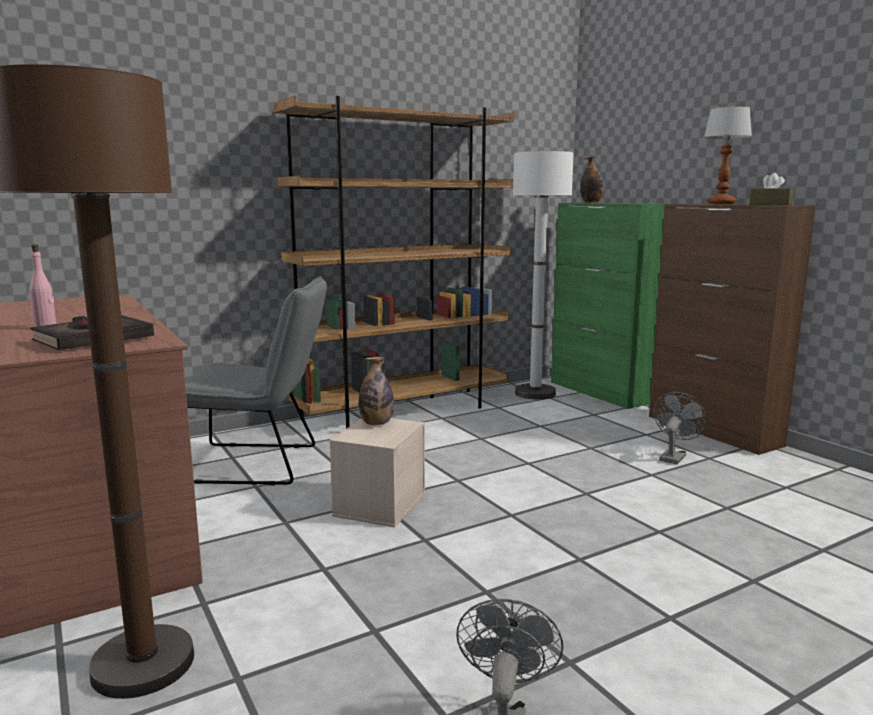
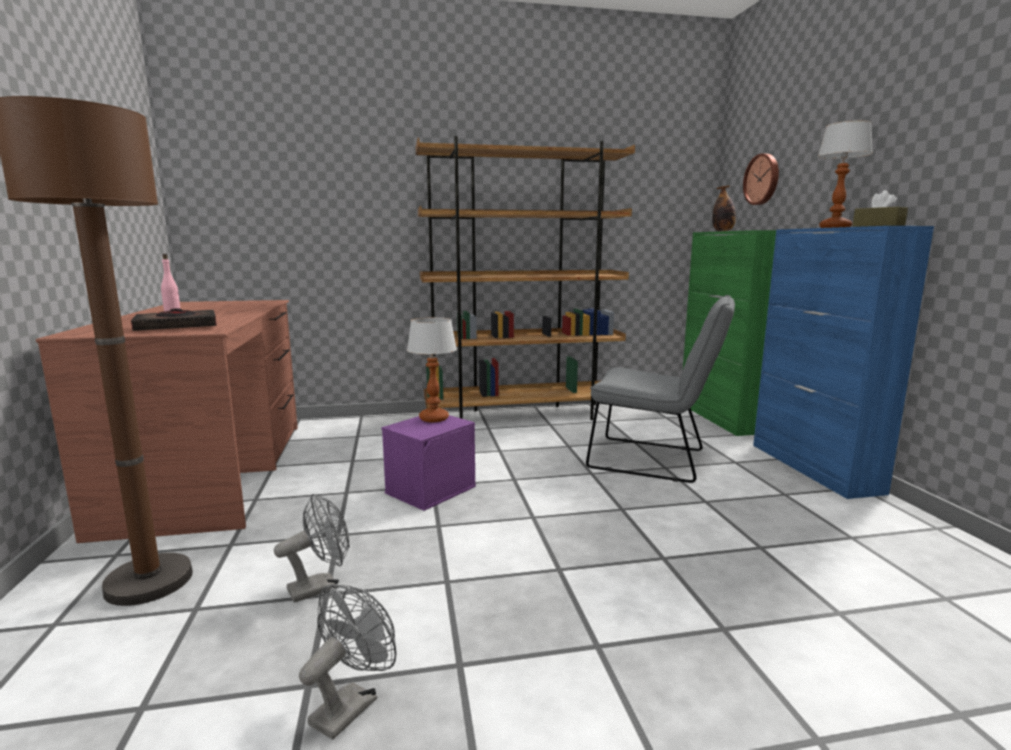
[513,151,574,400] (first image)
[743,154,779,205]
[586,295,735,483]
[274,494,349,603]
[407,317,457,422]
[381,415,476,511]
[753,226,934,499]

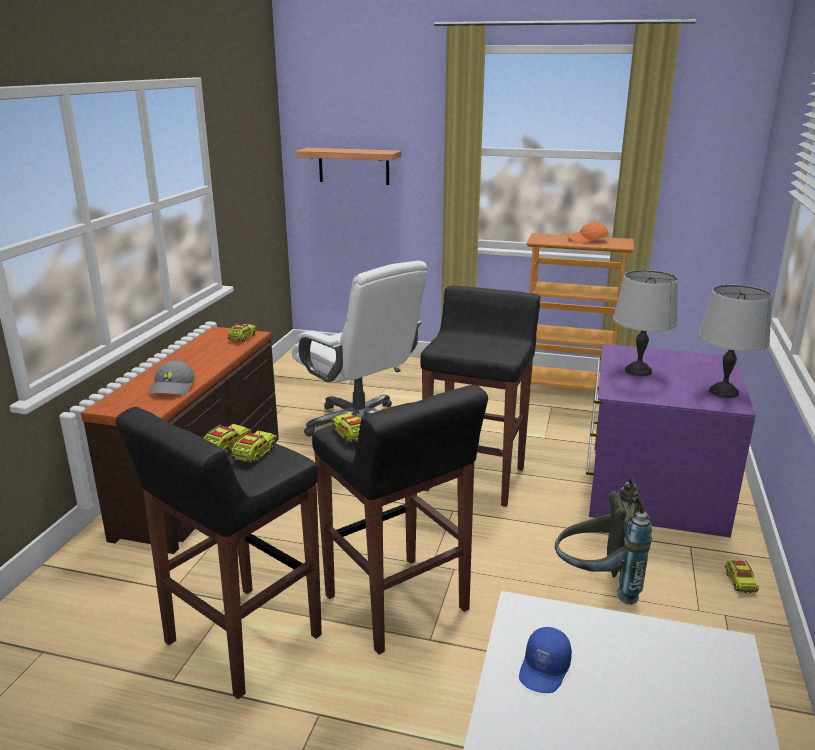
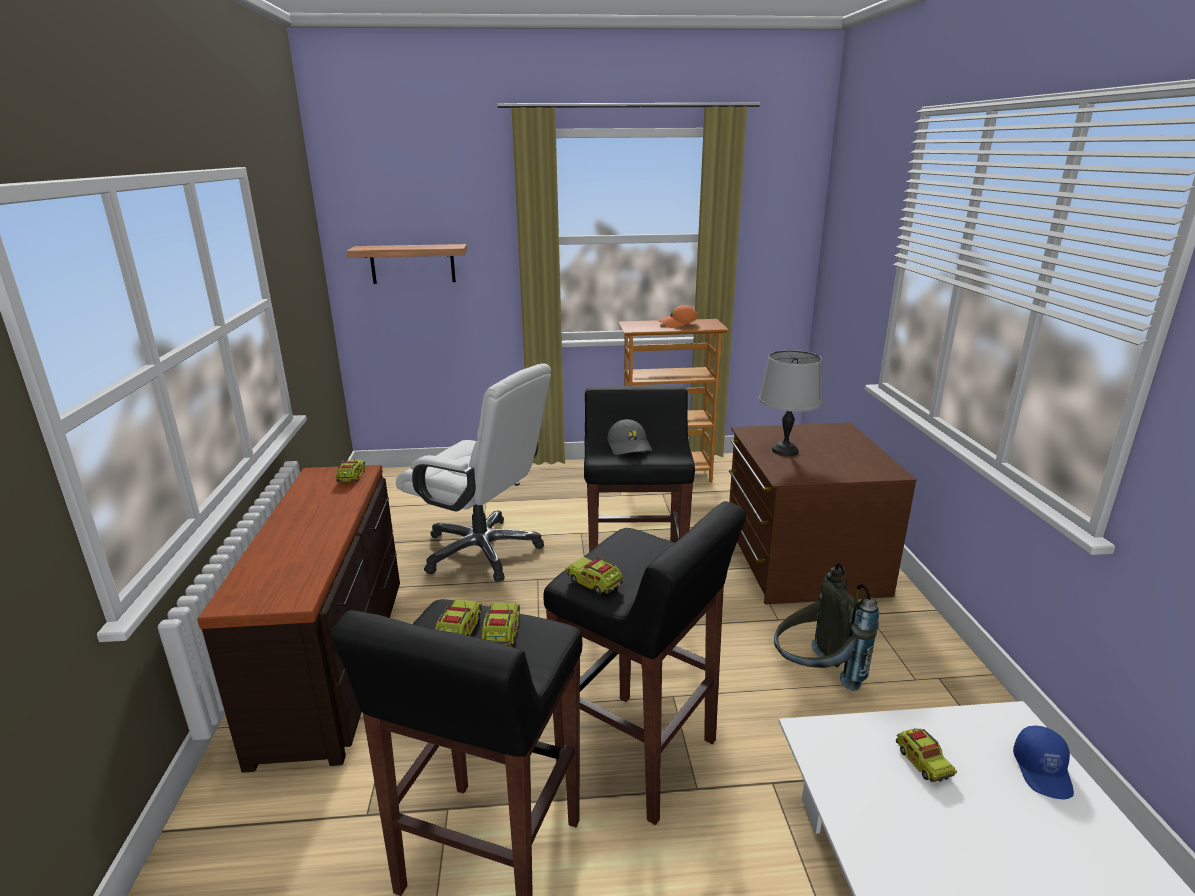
[698,285,772,398] (first image)
[607,419,652,455]
[1013,726,1074,799]
[896,728,957,782]
[729,422,917,605]

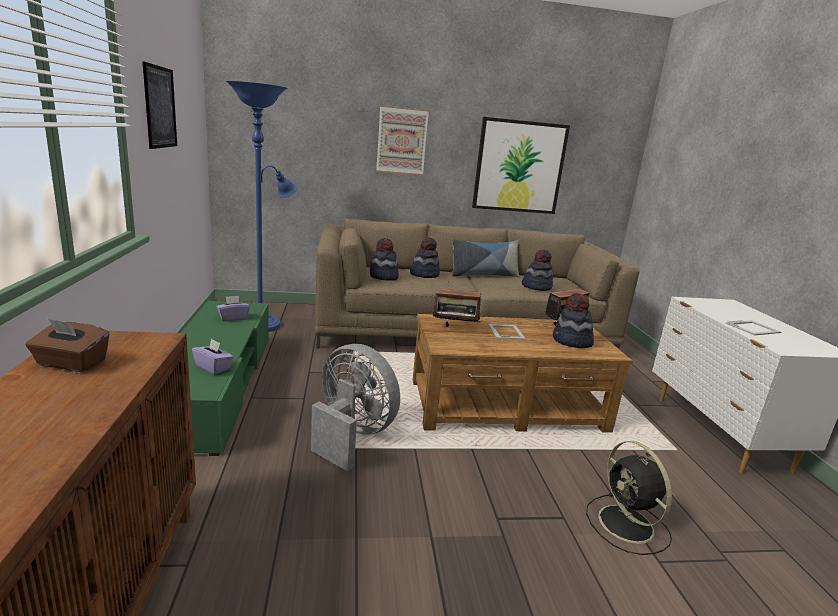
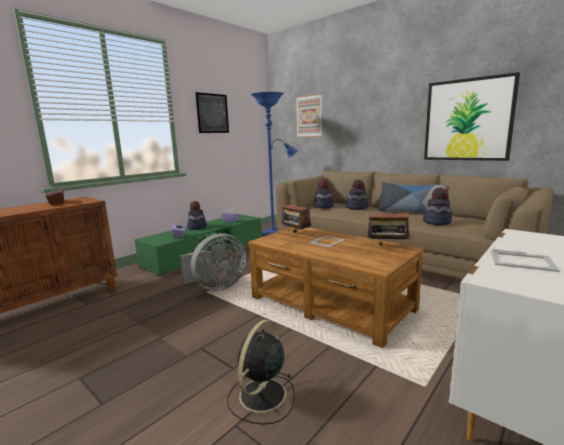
[296,94,322,137]
[187,201,207,230]
[180,233,246,291]

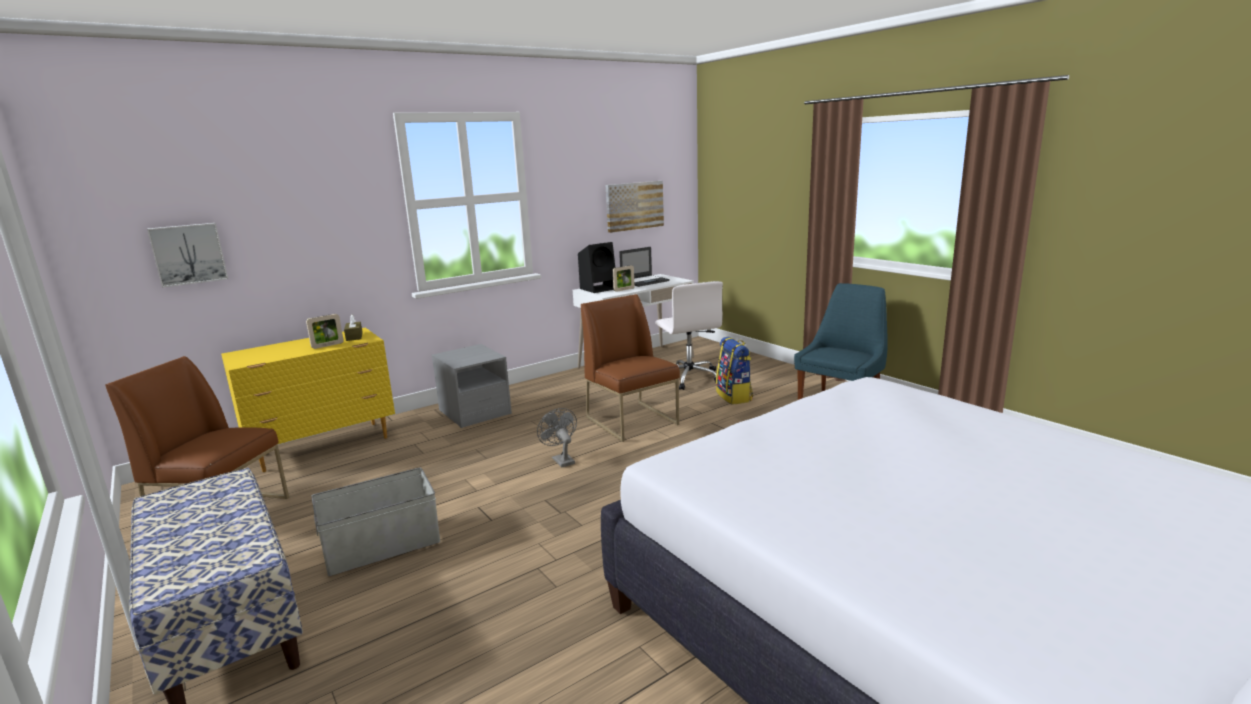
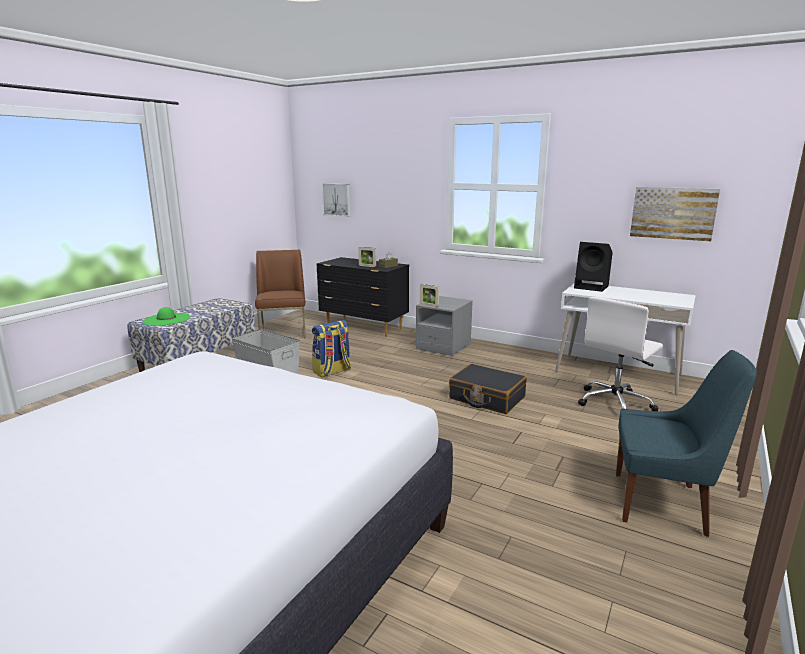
[537,408,577,467] (first image)
[619,247,670,287] (first image)
[143,307,190,326]
[420,284,439,307]
[312,320,351,377]
[449,364,527,414]
[316,257,409,337]

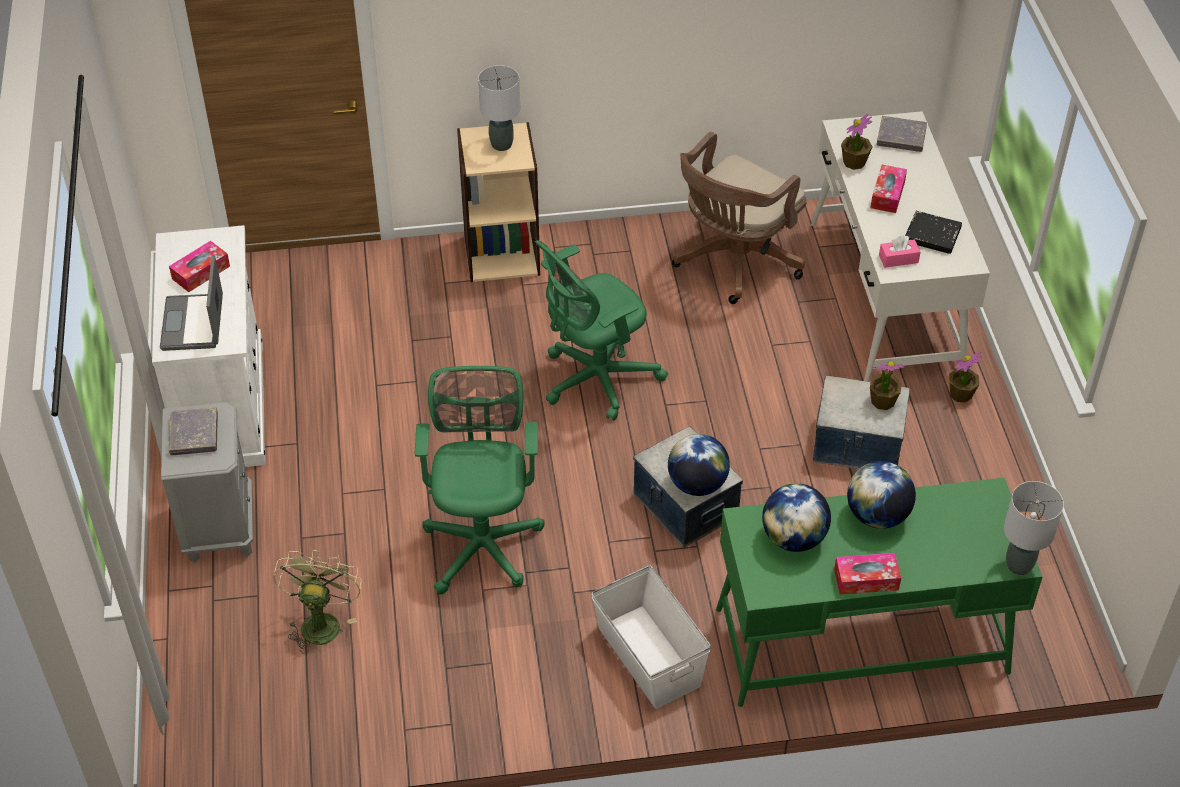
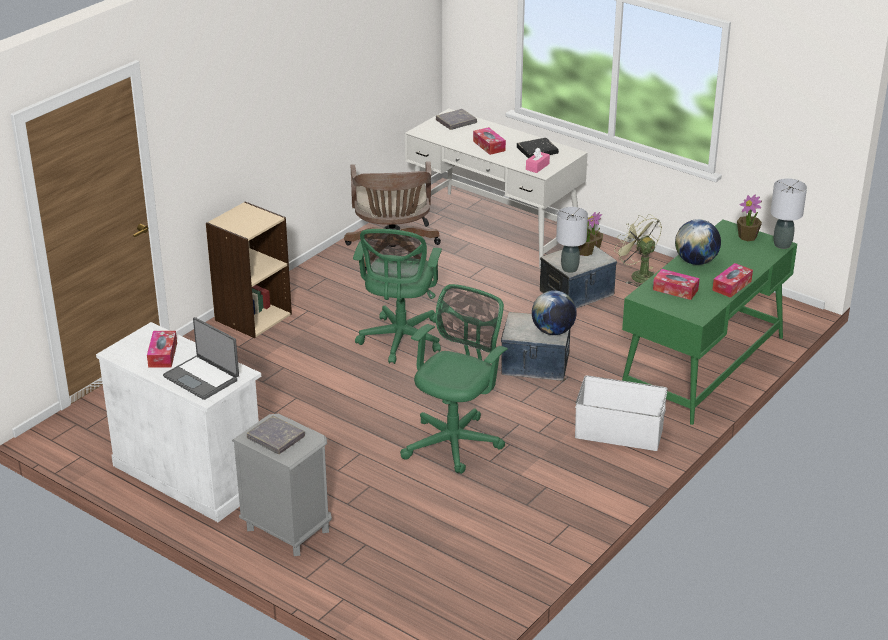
[614,214,662,287]
[556,207,588,273]
[737,194,762,241]
[653,269,700,300]
[400,284,508,474]

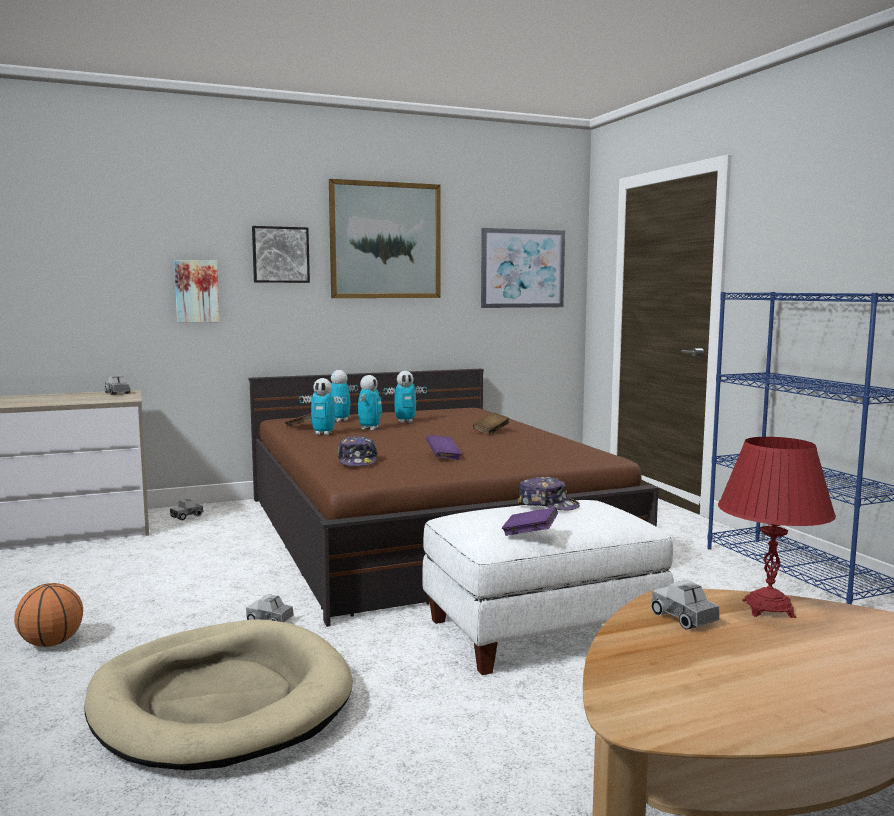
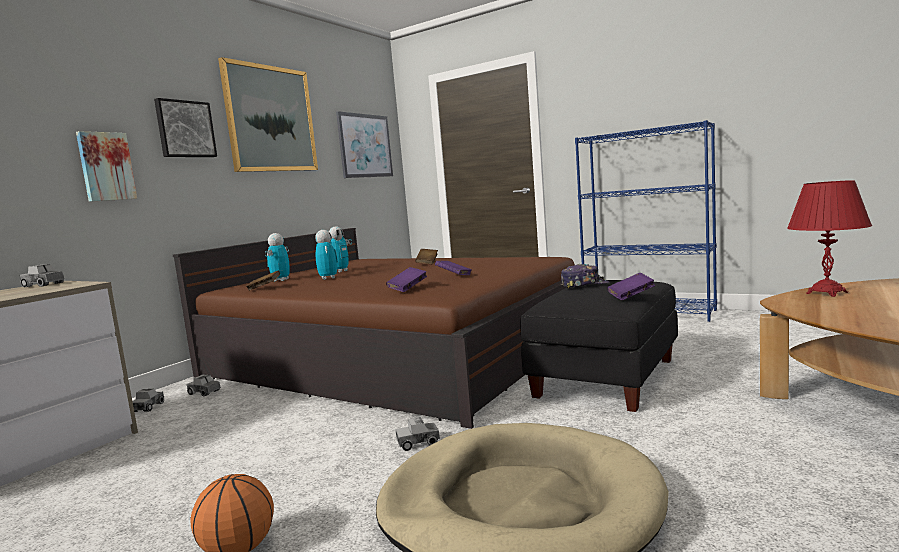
[300,378,347,435] (first image)
[187,374,221,396]
[386,267,427,292]
[520,280,678,412]

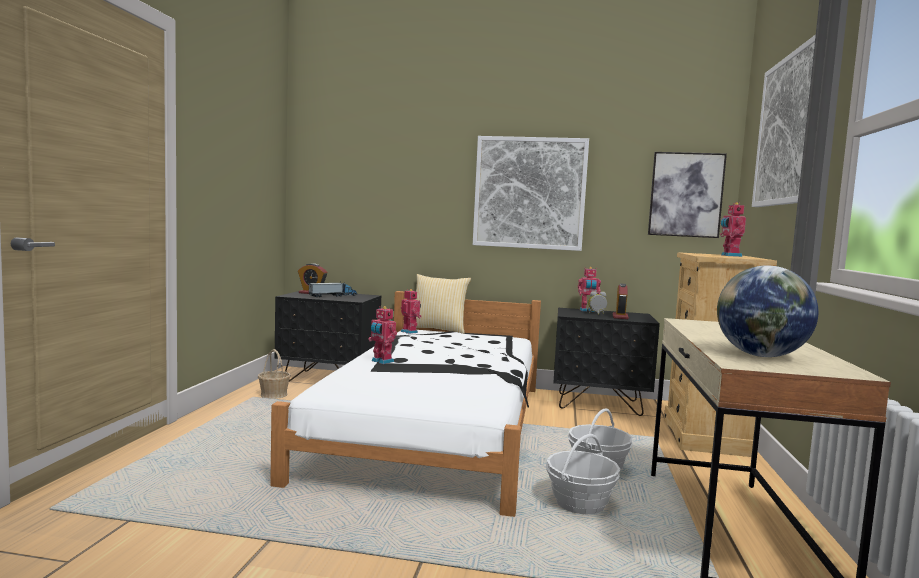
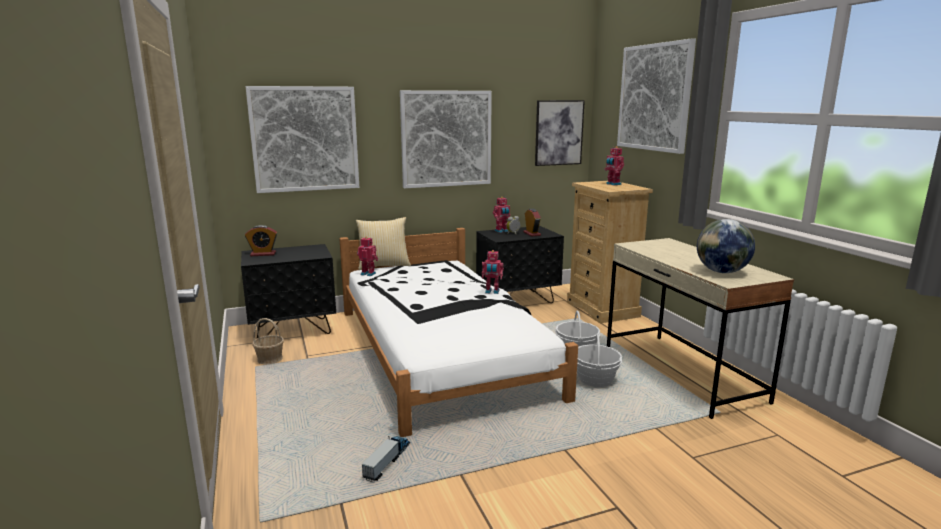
[245,86,359,193]
[362,436,410,482]
[482,250,504,294]

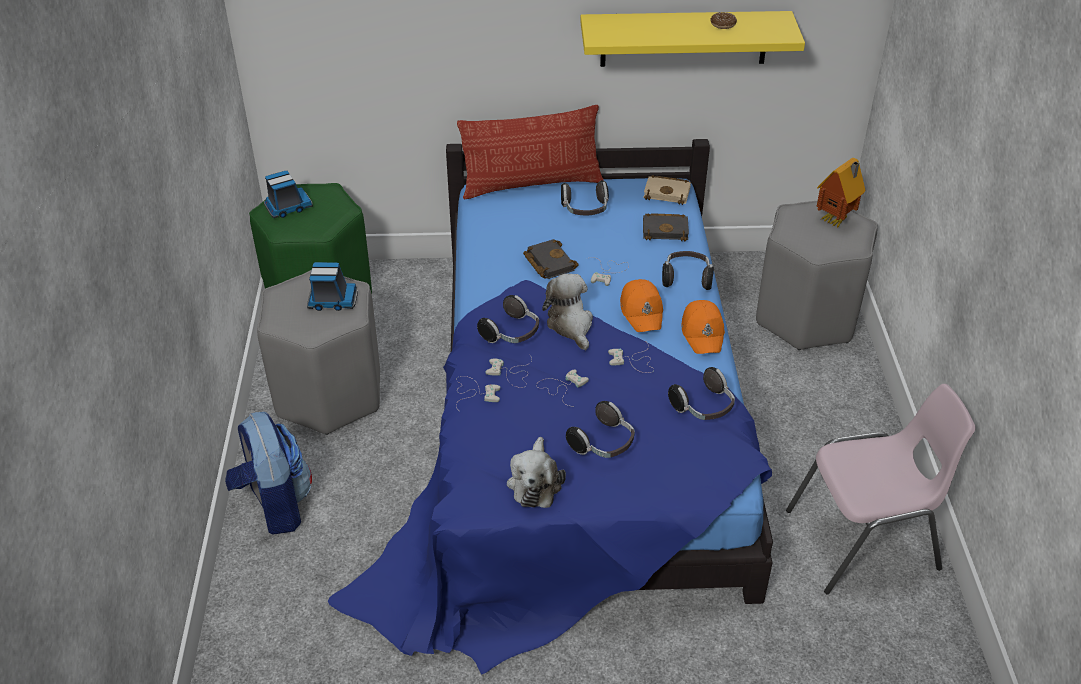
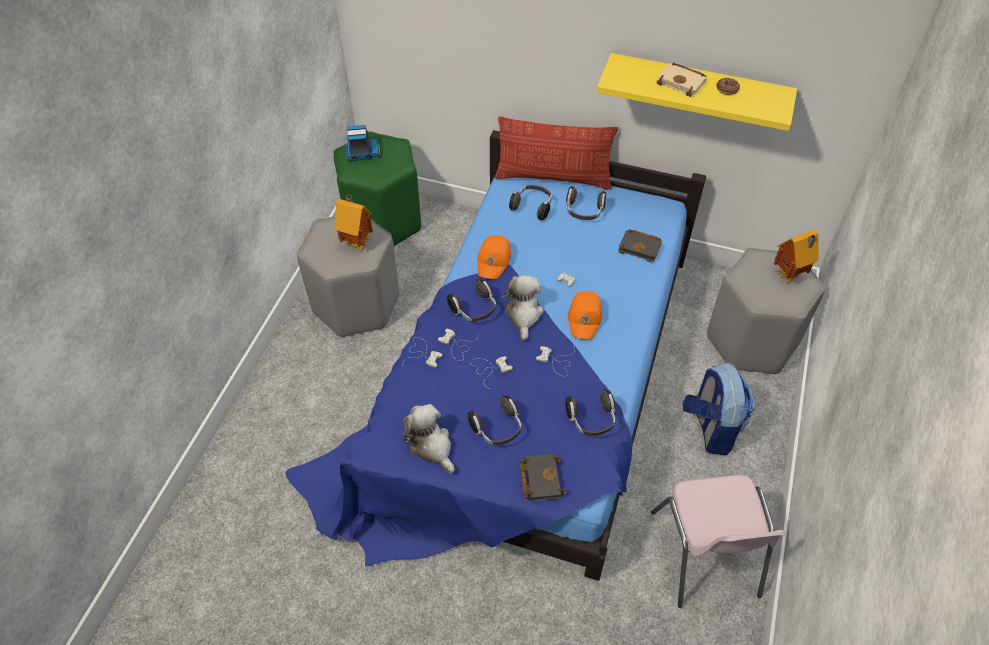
[683,363,754,456]
[520,454,566,501]
[657,63,707,97]
[509,185,552,220]
[477,235,511,279]
[335,195,373,251]
[403,404,454,474]
[651,475,785,608]

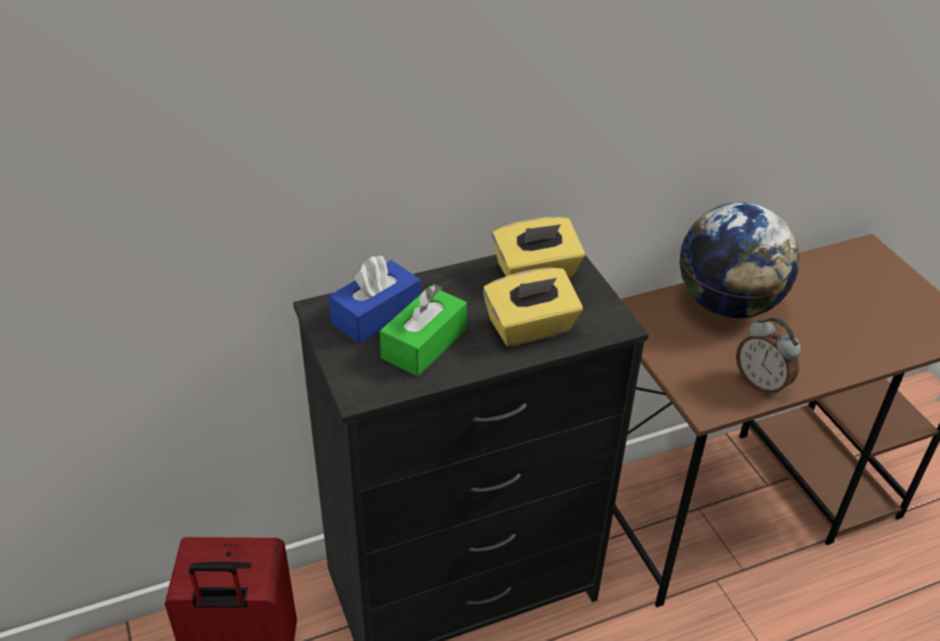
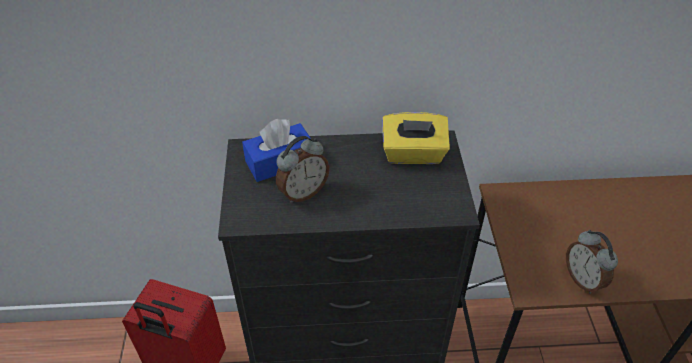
[483,268,583,346] (first image)
[680,202,799,318] (first image)
[276,136,329,203]

